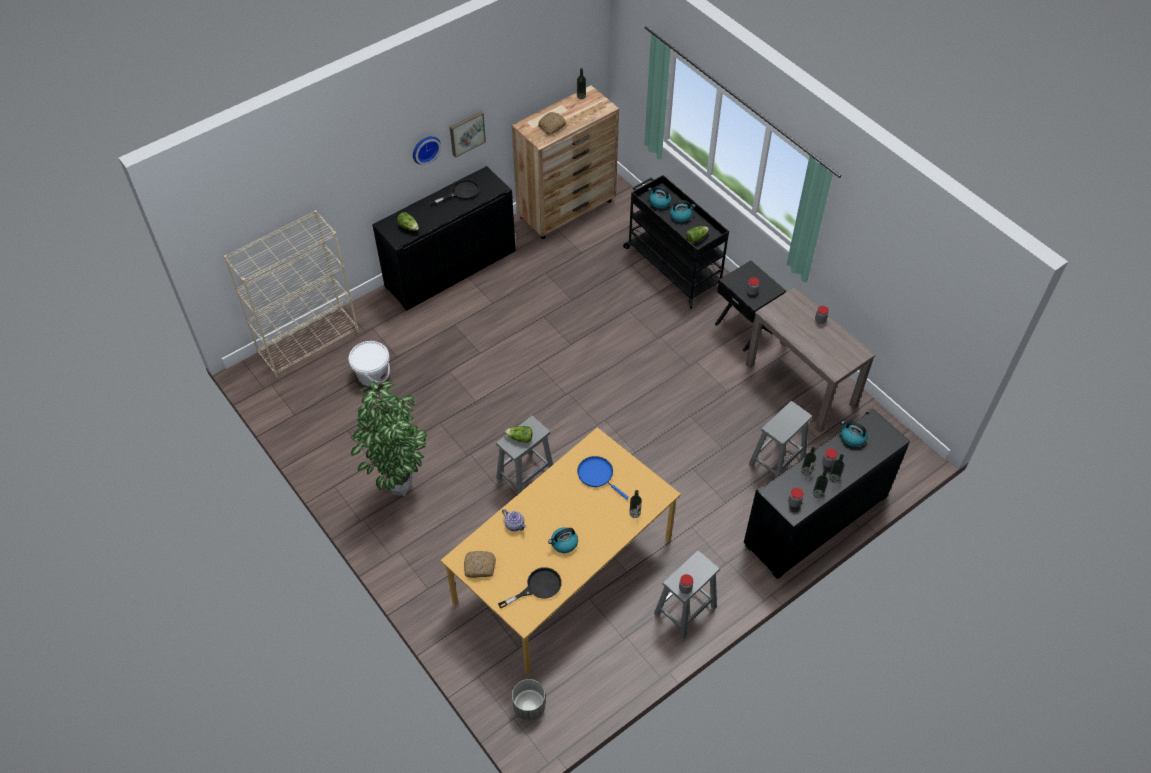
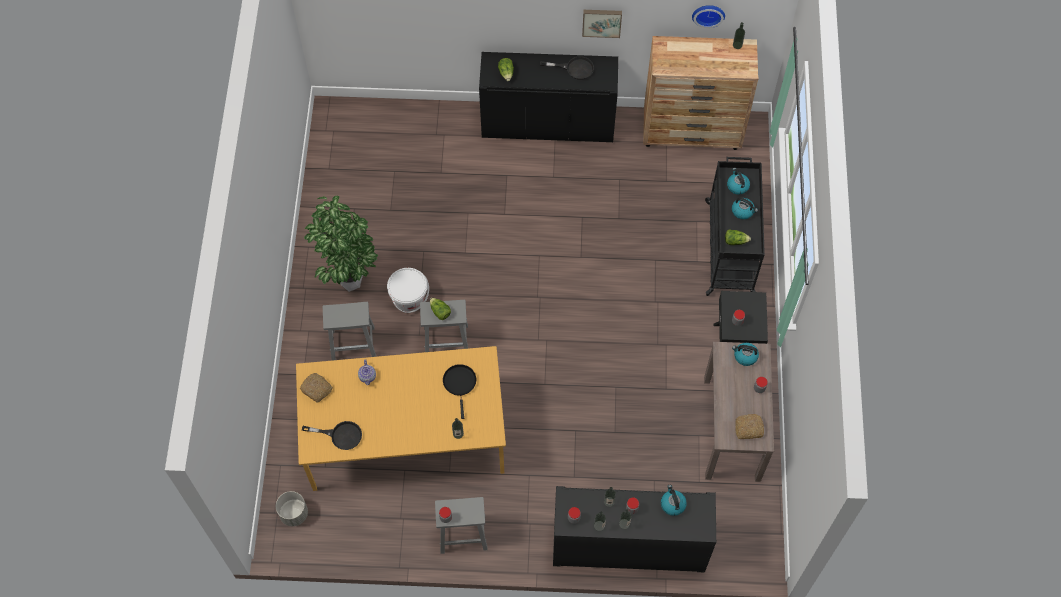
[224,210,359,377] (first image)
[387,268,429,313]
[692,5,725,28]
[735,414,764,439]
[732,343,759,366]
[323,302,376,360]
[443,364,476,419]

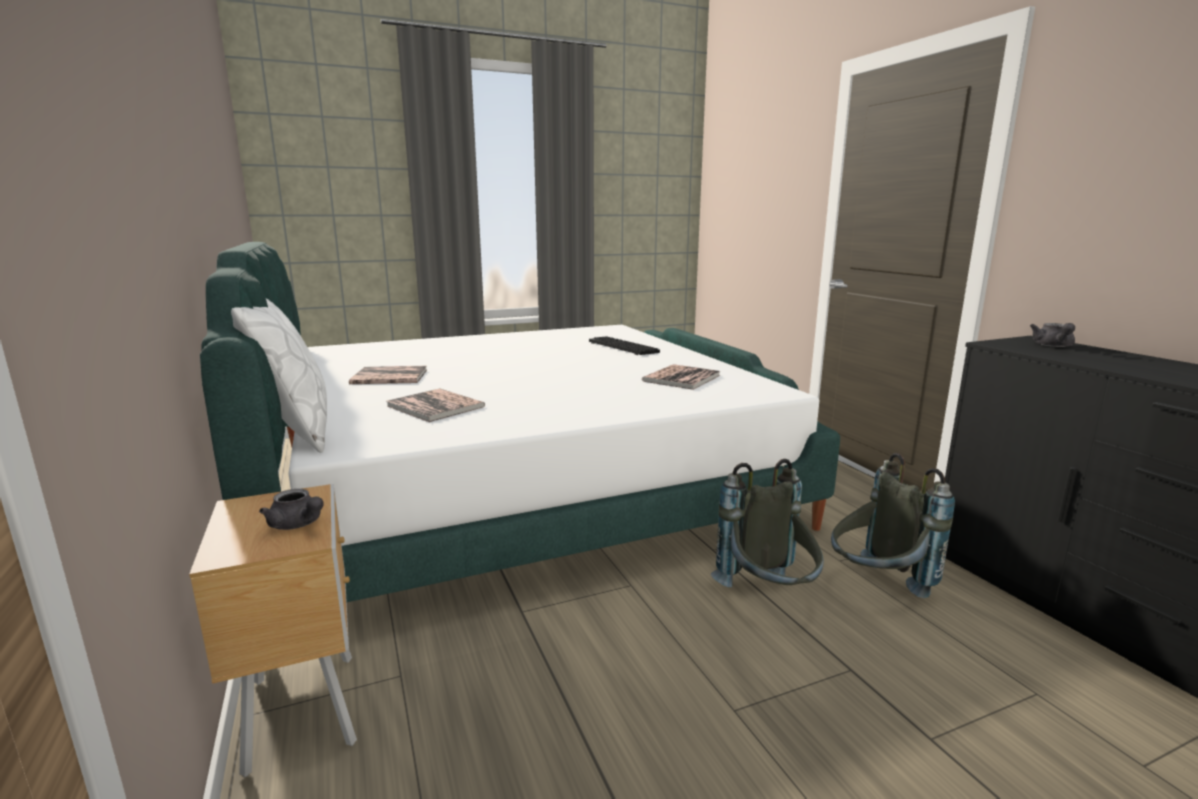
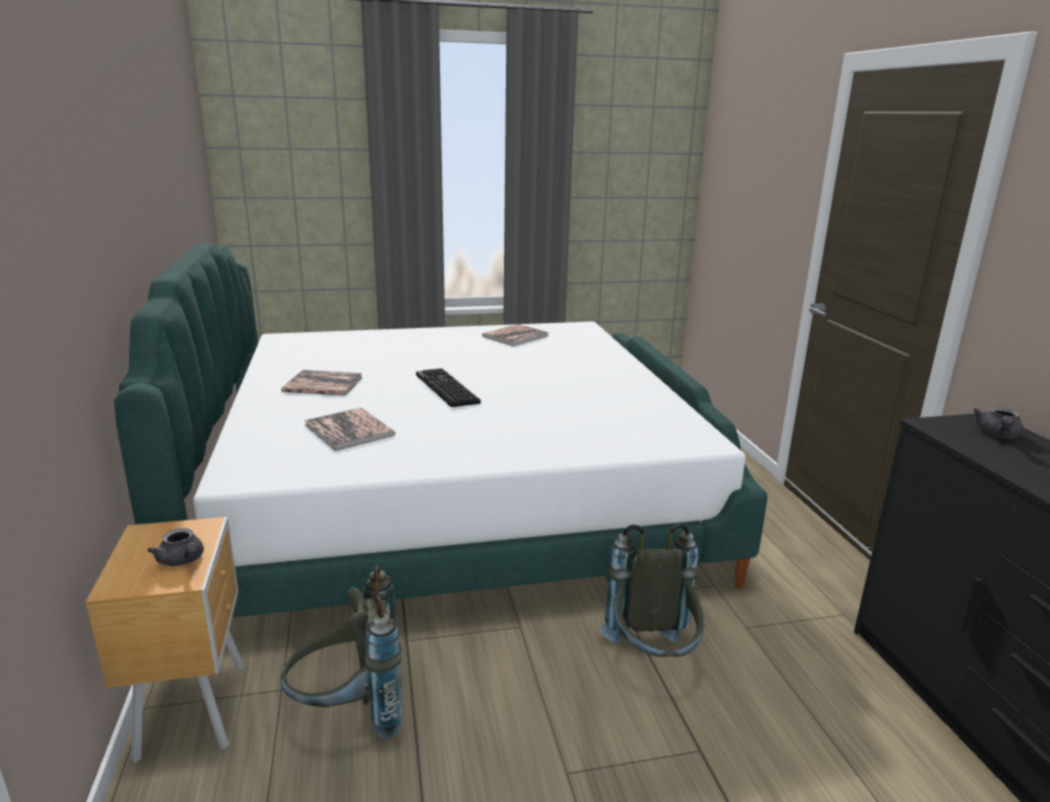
[231,299,327,453] (first image)
[416,368,481,407]
[482,324,549,346]
[281,565,403,739]

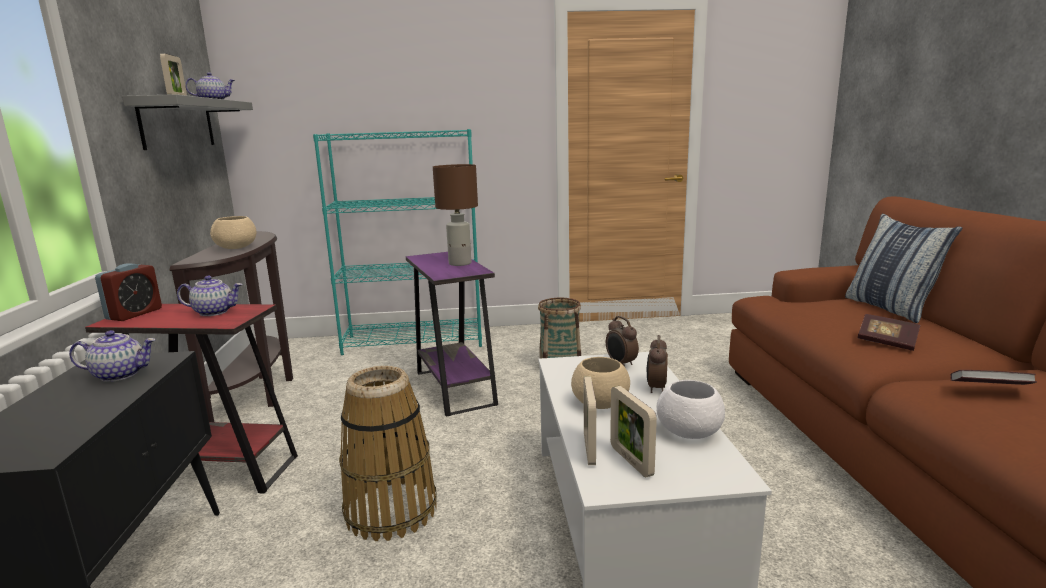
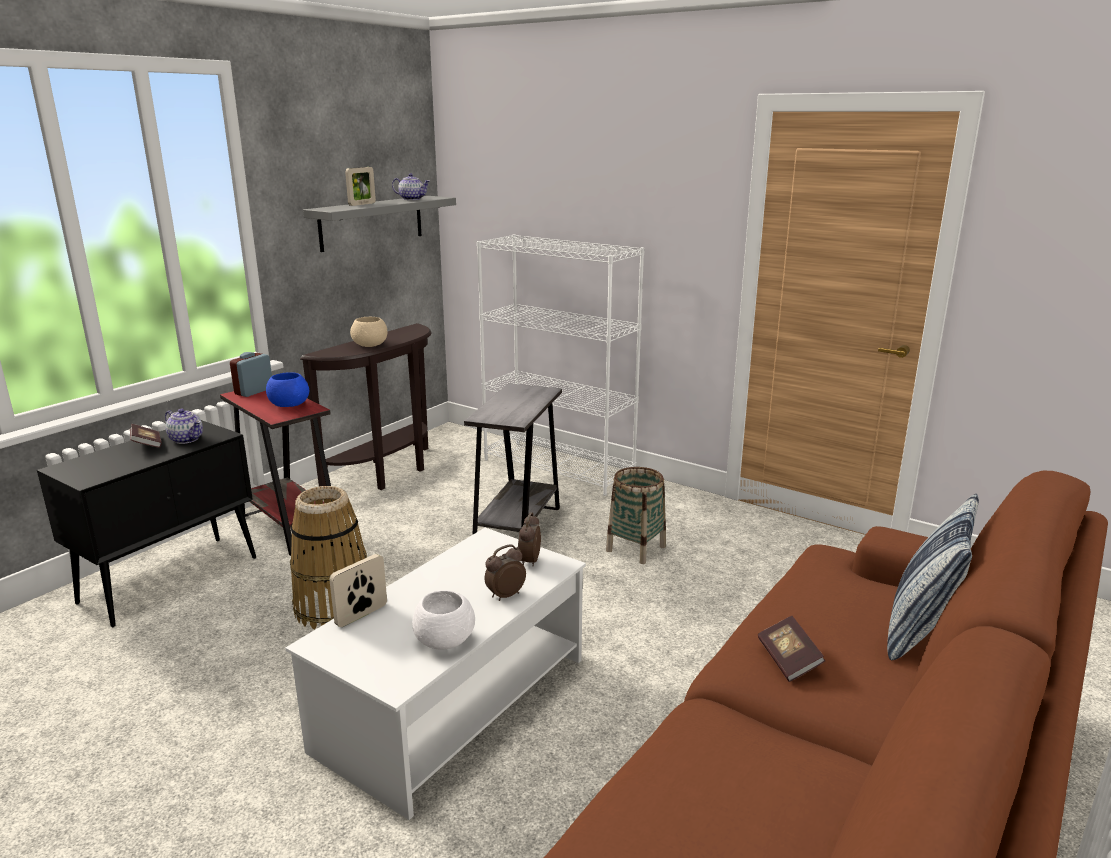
[433,164,478,266] (first image)
[571,357,630,409] (first image)
[610,386,657,477] (first image)
[130,424,162,448]
[266,372,309,407]
[477,234,645,496]
[464,383,562,535]
[230,352,272,397]

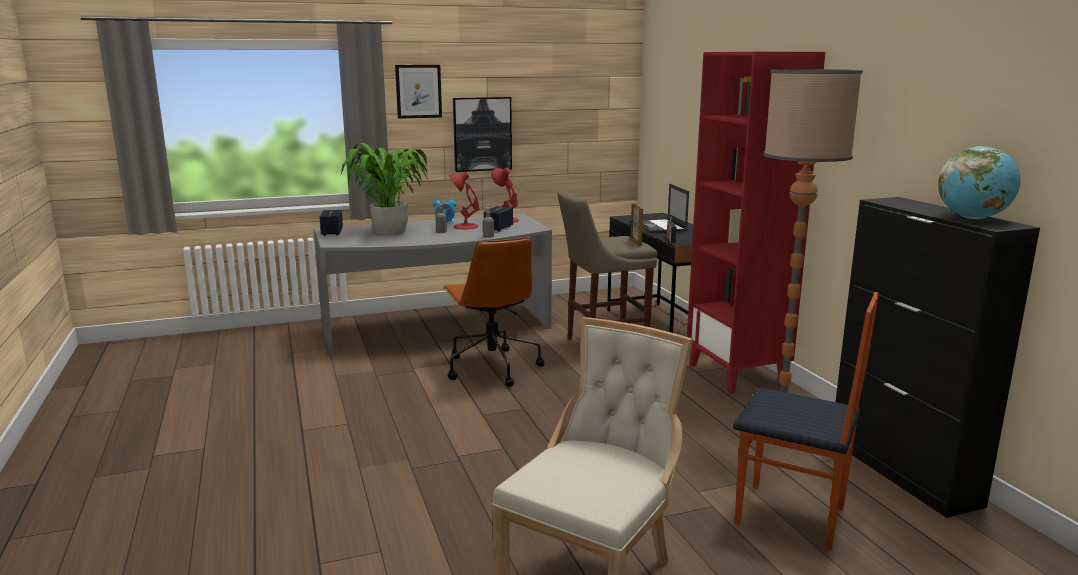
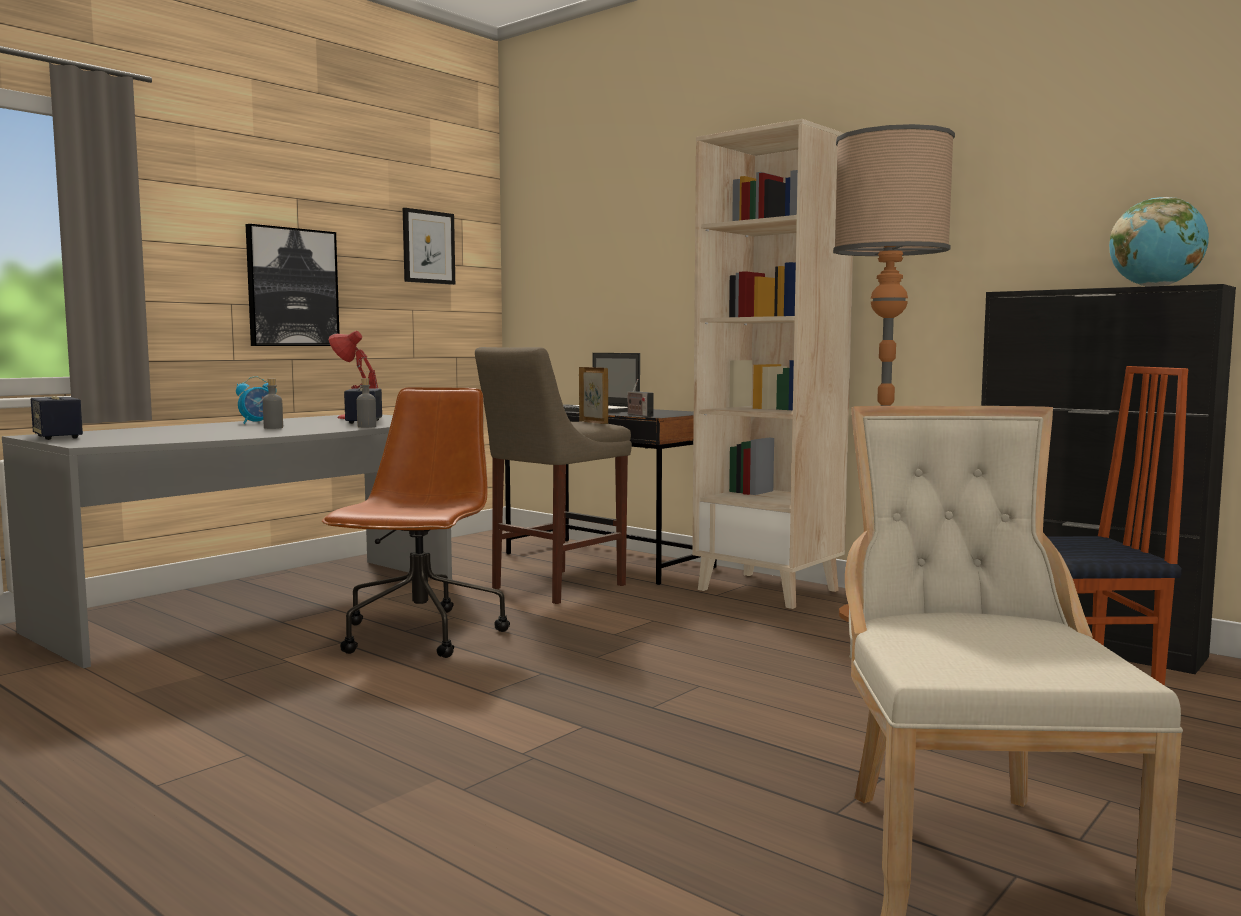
[341,143,428,235] (first image)
[448,172,480,229] (first image)
[403,208,455,285]
[692,119,853,609]
[322,387,510,658]

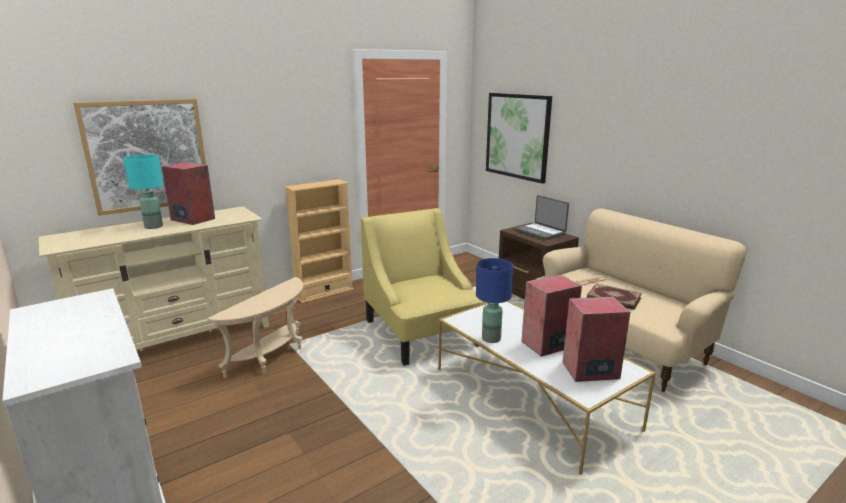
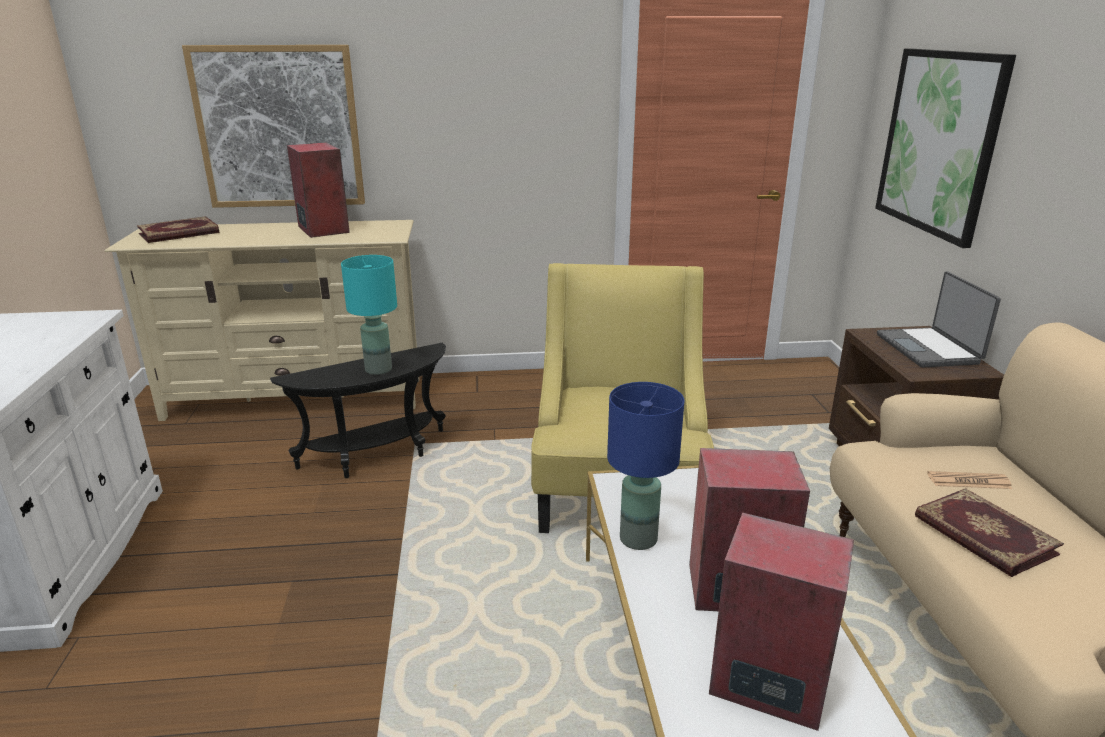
[285,179,354,304] (first image)
[137,216,219,243]
[341,255,397,375]
[270,342,446,478]

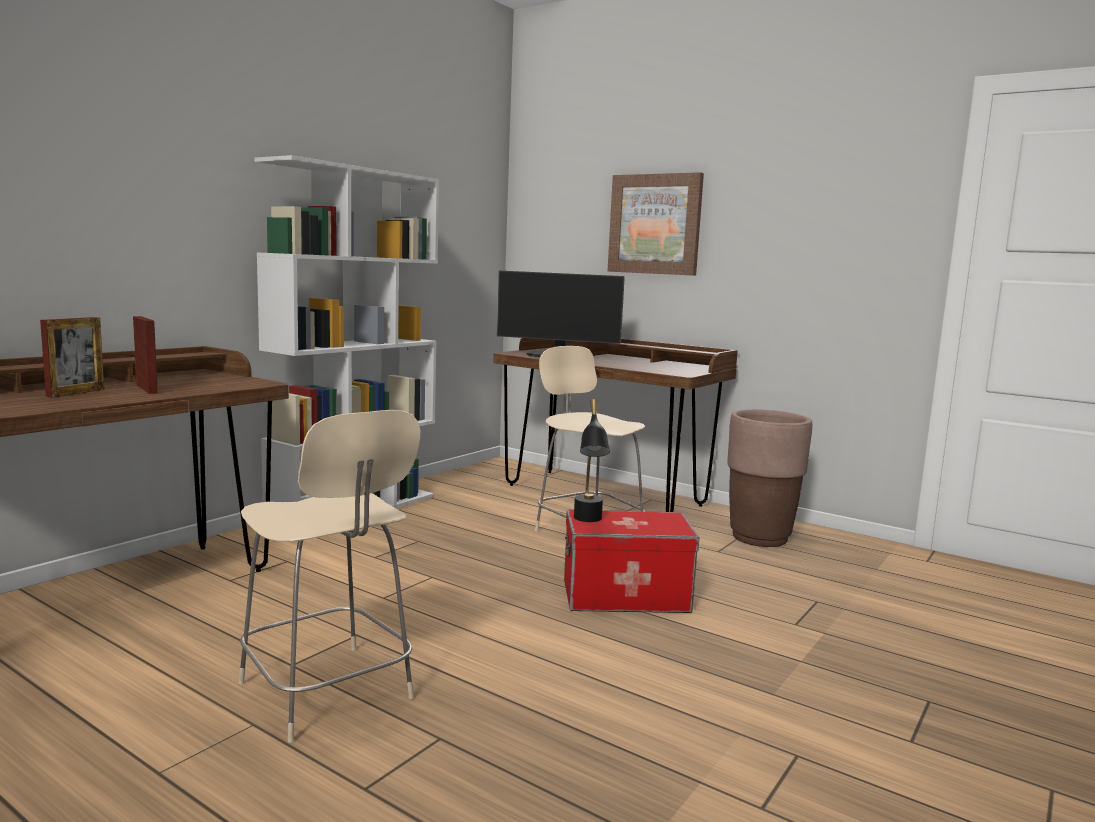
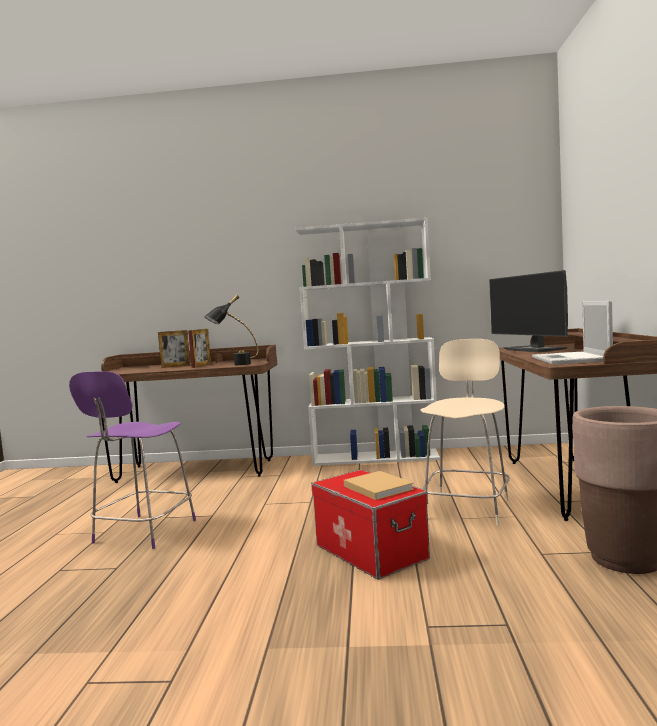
[608,172,704,276] (first image)
[344,471,414,500]
[532,301,613,364]
[204,295,258,365]
[69,371,196,549]

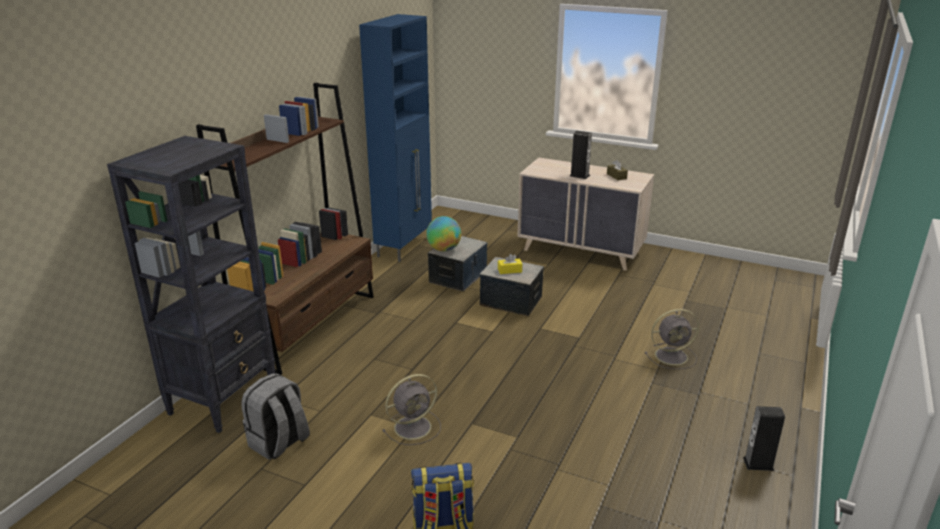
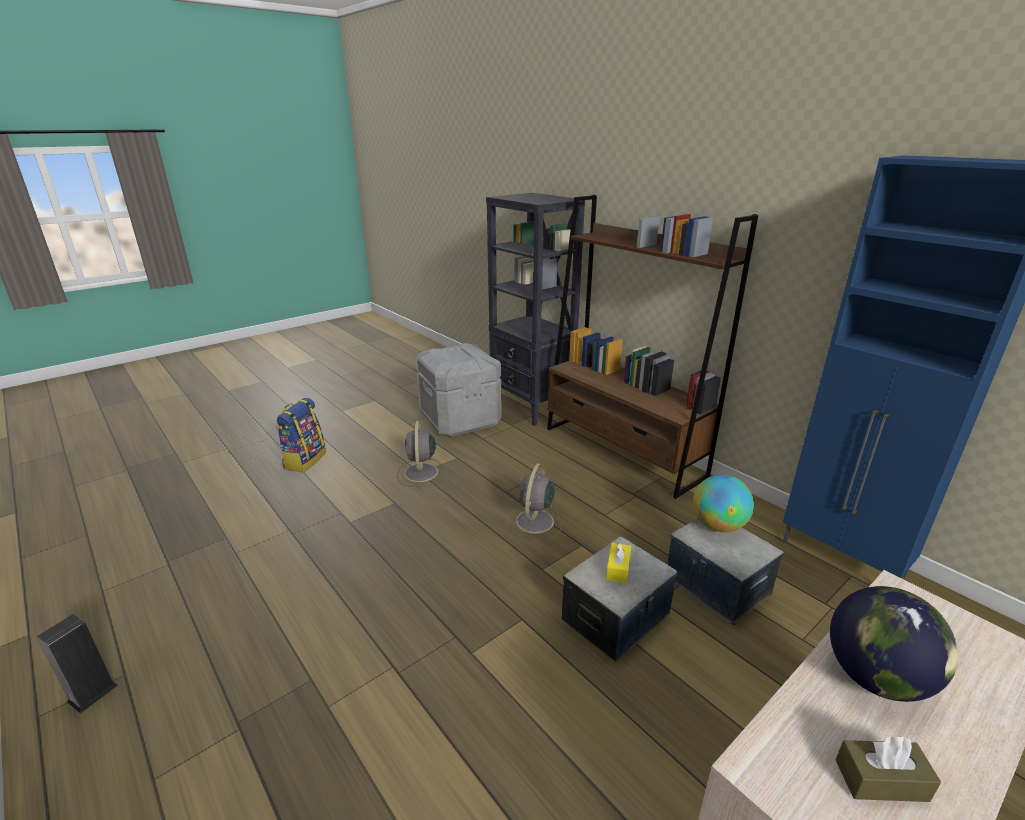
[507,463,561,540]
[416,343,502,437]
[830,586,958,702]

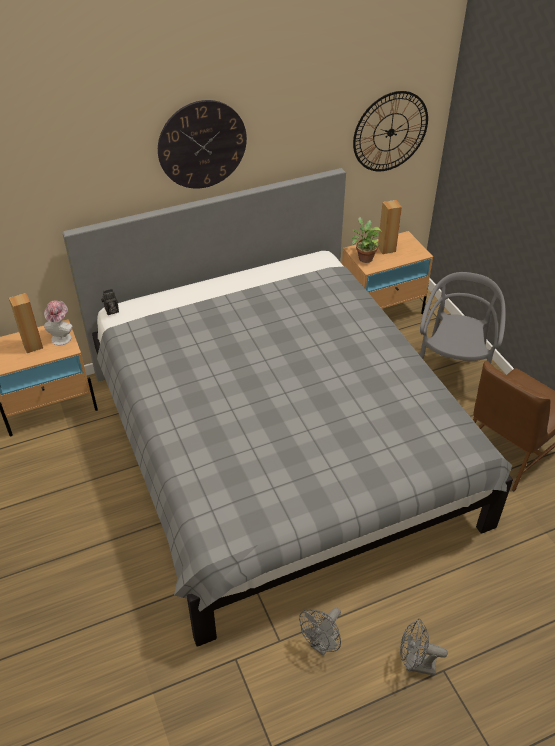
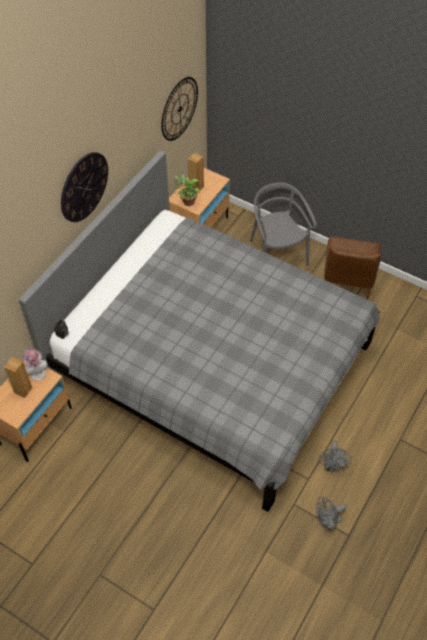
[316,496,347,530]

